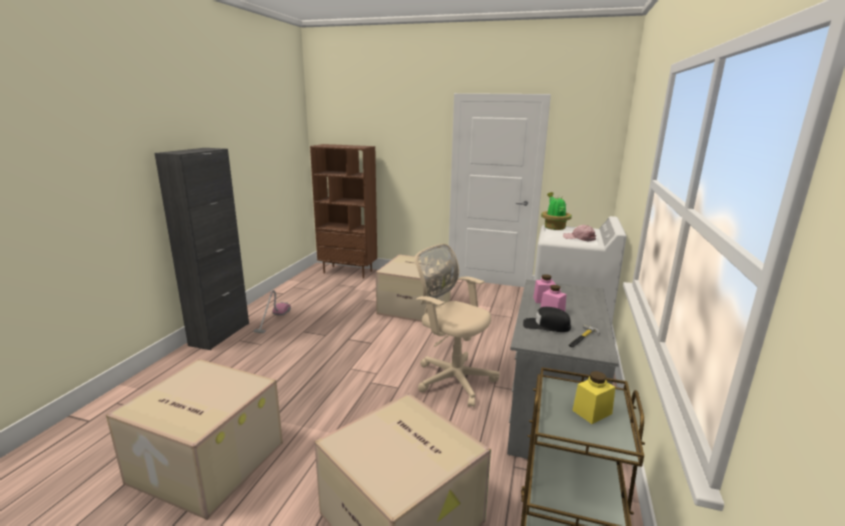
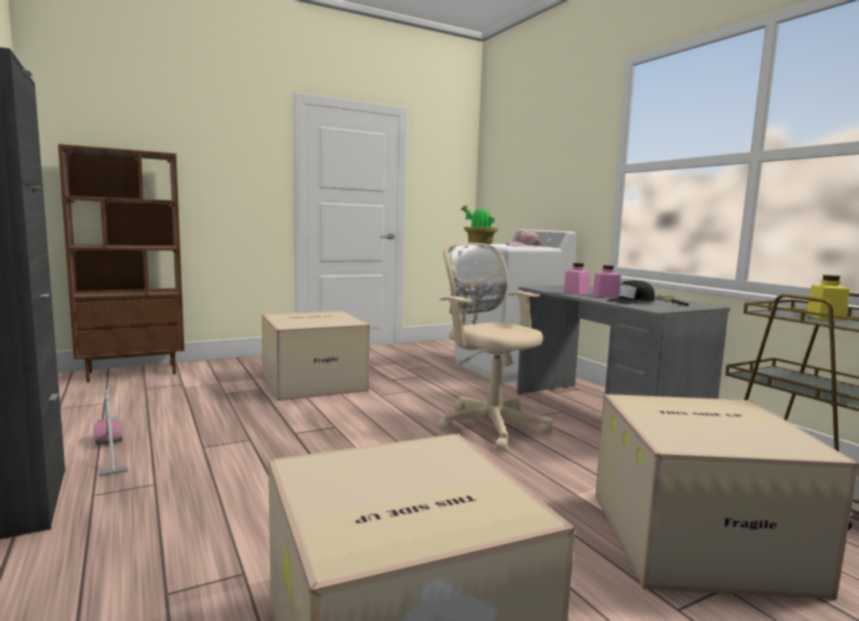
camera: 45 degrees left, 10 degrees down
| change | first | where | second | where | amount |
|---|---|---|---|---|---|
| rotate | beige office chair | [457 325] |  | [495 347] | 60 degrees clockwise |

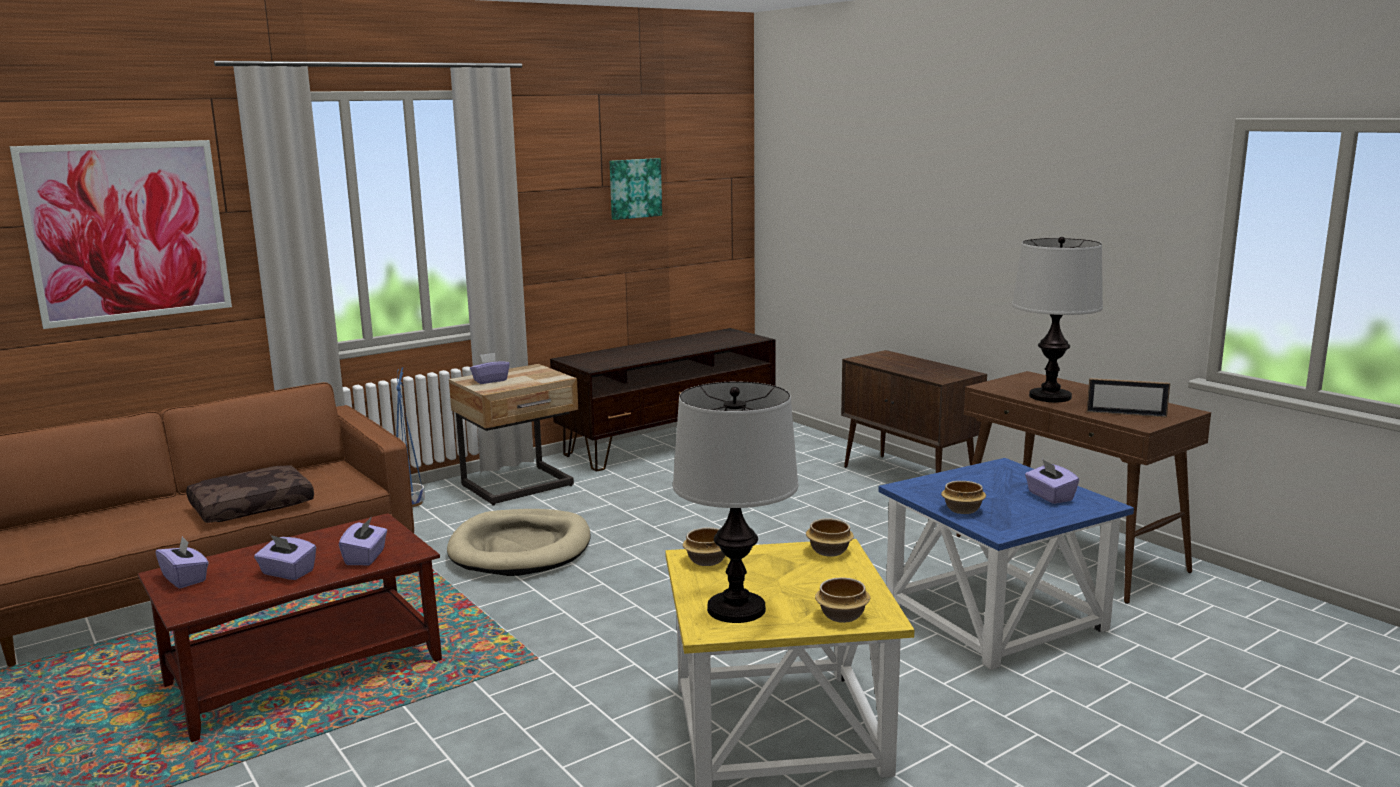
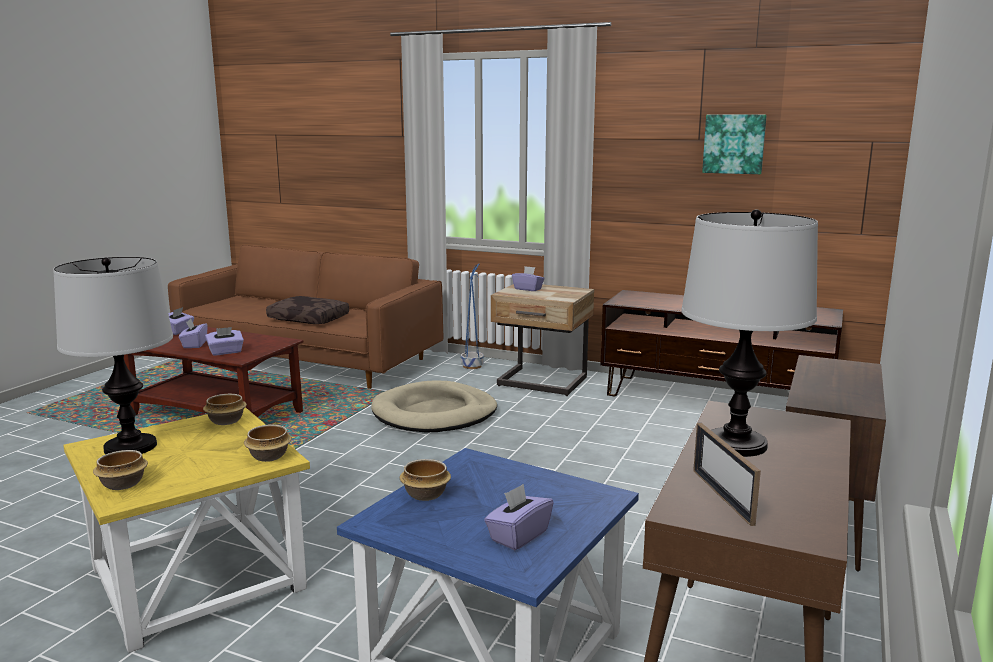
camera: 60 degrees right, 0 degrees up
| change | first | where | second | where | amount |
|---|---|---|---|---|---|
| delete | picture | [120 234] |  |  |  |

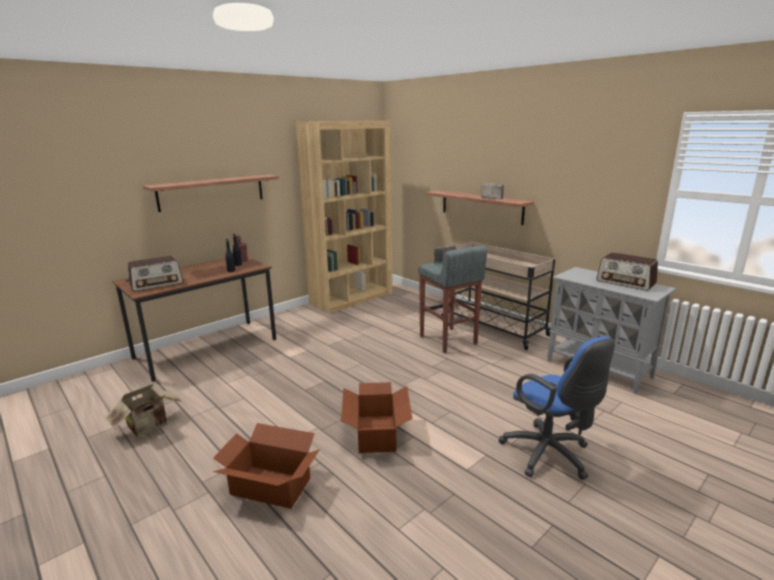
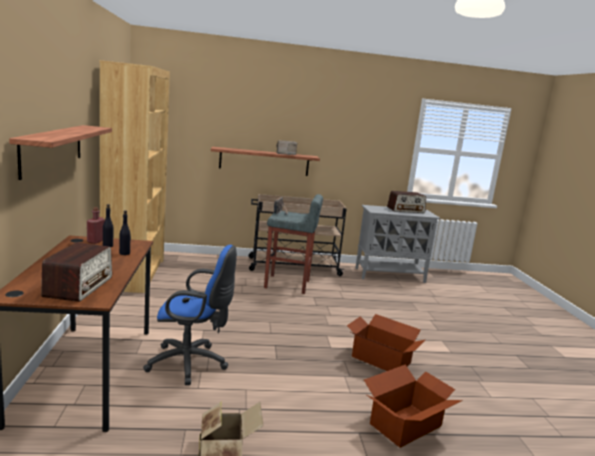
camera: 55 degrees left, 5 degrees down
| change | first | where | second | where | amount |
|---|---|---|---|---|---|
| move | blue office chair | [556 408] |  | [190 315] |  |

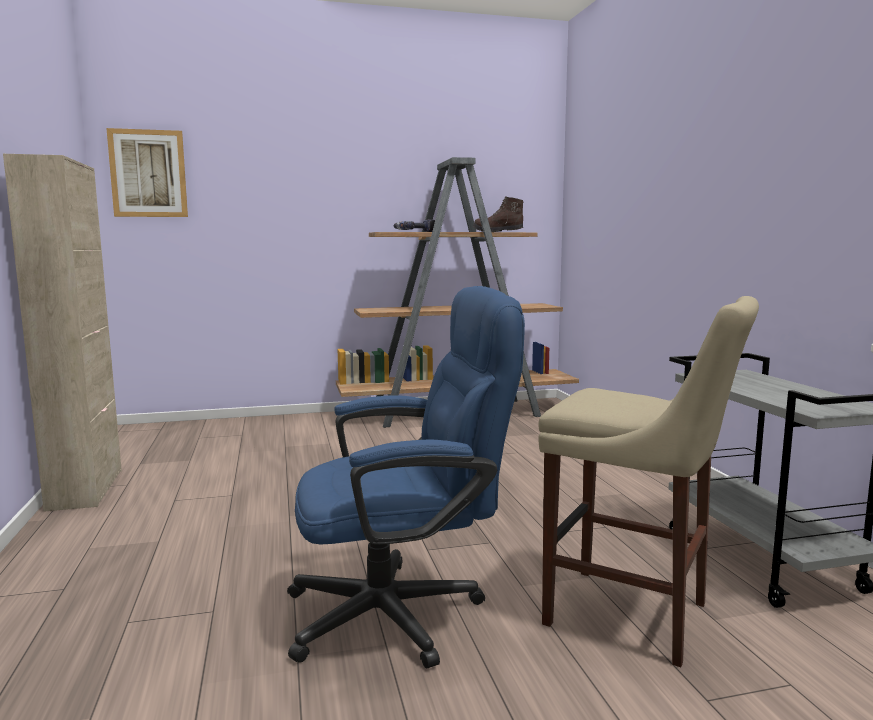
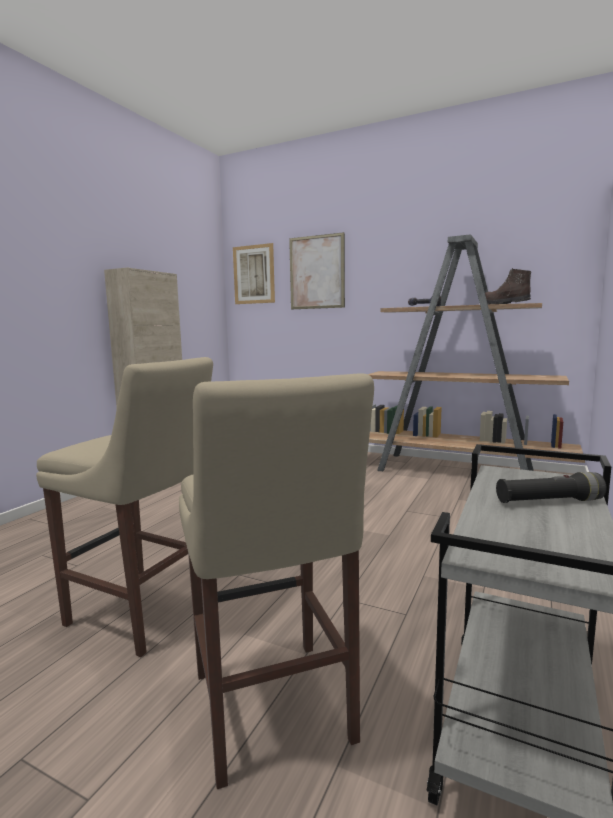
camera: 40 degrees right, 0 degrees up
| change | first | where | second | where | amount |
|---|---|---|---|---|---|
| replace | blue office chair | [406 477] | beige stool | [124 507] |  |
| insert |  |  | picture | [317 270] |  |
| insert |  |  | black flashlight | [551 487] |  |

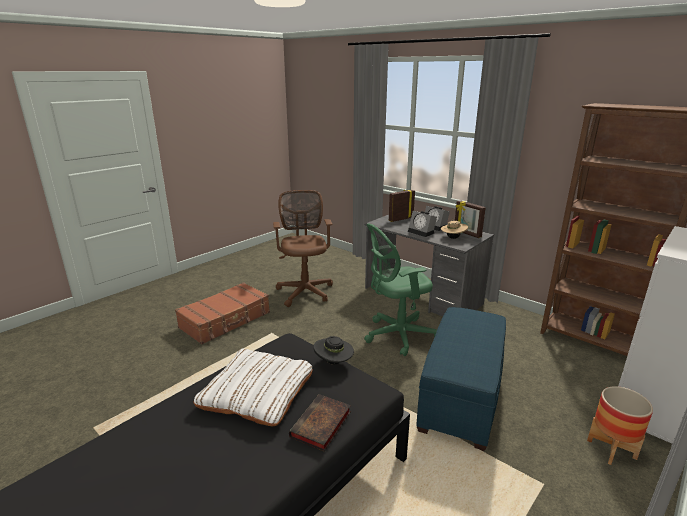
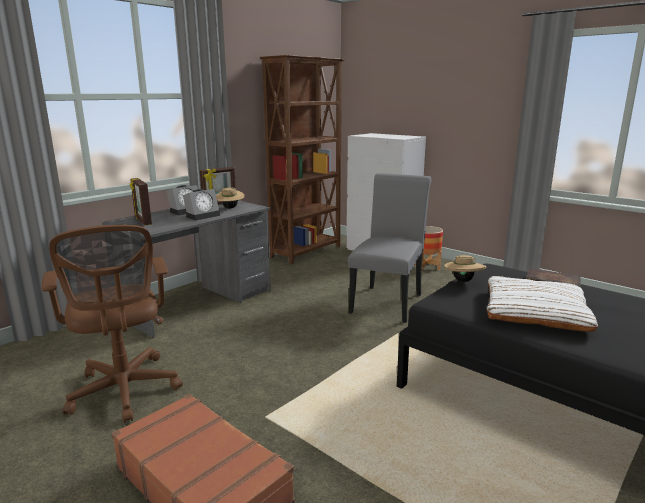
camera: 90 degrees left, 5 degrees down
| change | first | where | second | where | amount |
|---|---|---|---|---|---|
| rotate | brown office chair | [303 248] |  | [112 324] | 105 degrees counterclockwise |
| delete | green office chair | [400 289] |  |  |  |
| replace | blue ottoman | [461 379] | grey chair | [389 248] |  |
| recolor | black hat | [333 350] | beige hat | [465 268] |  |

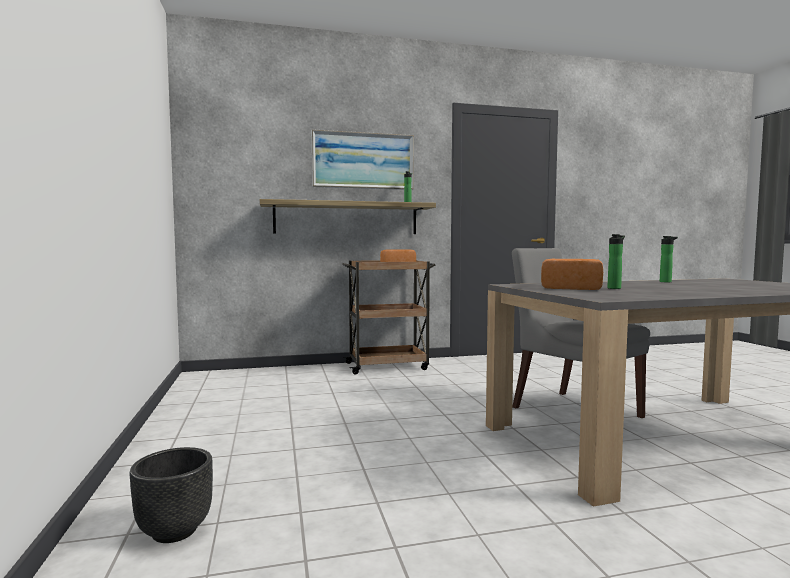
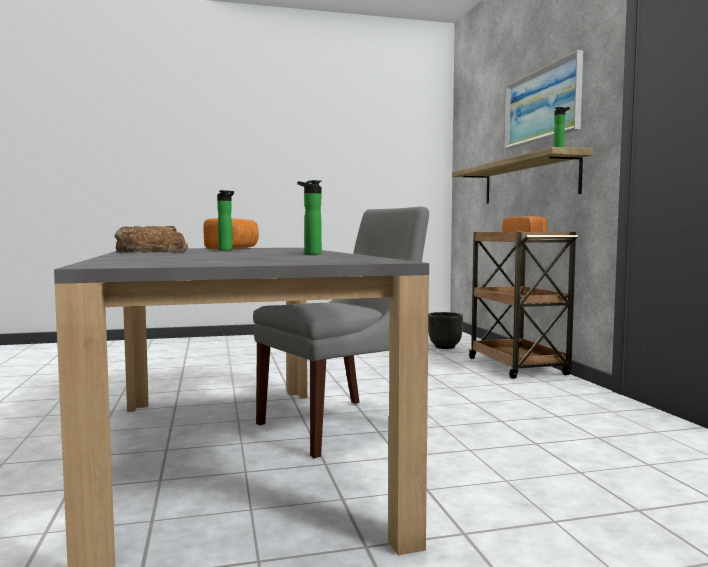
camera: 90 degrees right, 0 degrees up
| change | first | where | second | where | amount |
|---|---|---|---|---|---|
| move | black planter | [171 495] |  | [445 330] |  |
| insert |  |  | bread | [151 239] |  |

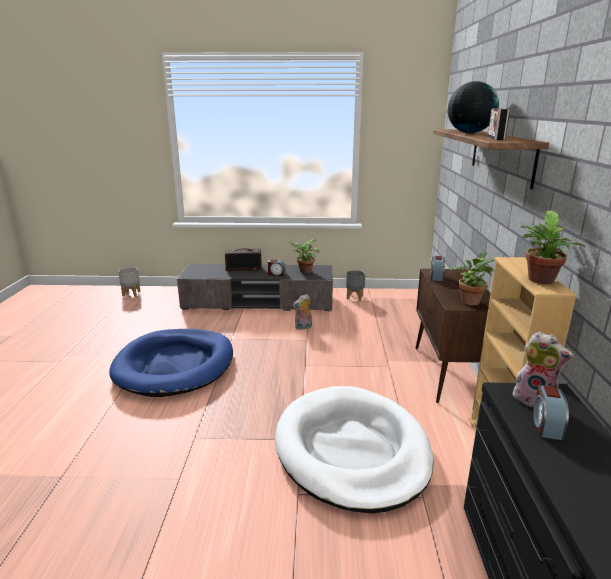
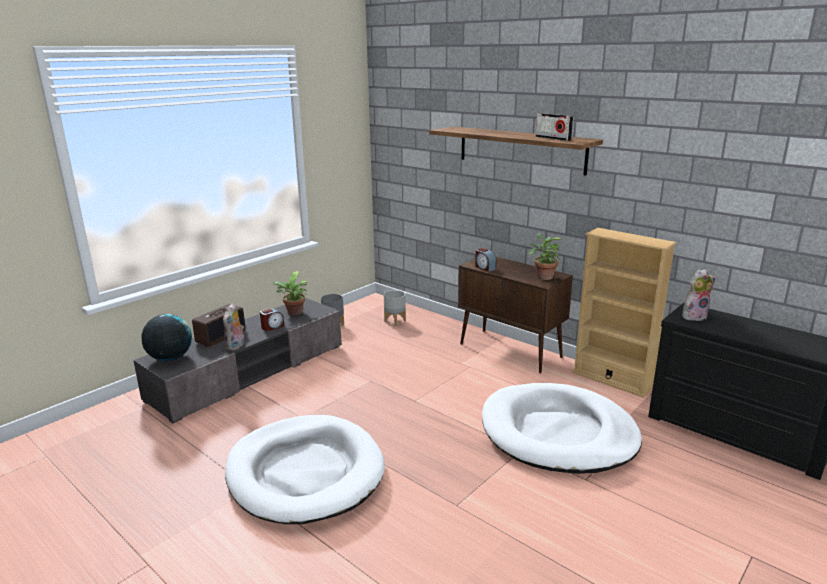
camera: 50 degrees left, 0 degrees up
| change | first | where | second | where | amount |
|---|---|---|---|---|---|
| move | globe | [473 107] |  | [166 337] |  |
| delete | potted plant | [552 247] |  |  |  |
| move | grey planter | [129 282] |  | [395 308] |  |
| move | plush toy | [302 312] |  | [233 327] |  |
| recolor | blue dog bed | [171 363] | white dog bed | [305 469] |  |
| delete | alarm clock | [550 412] |  |  |  |

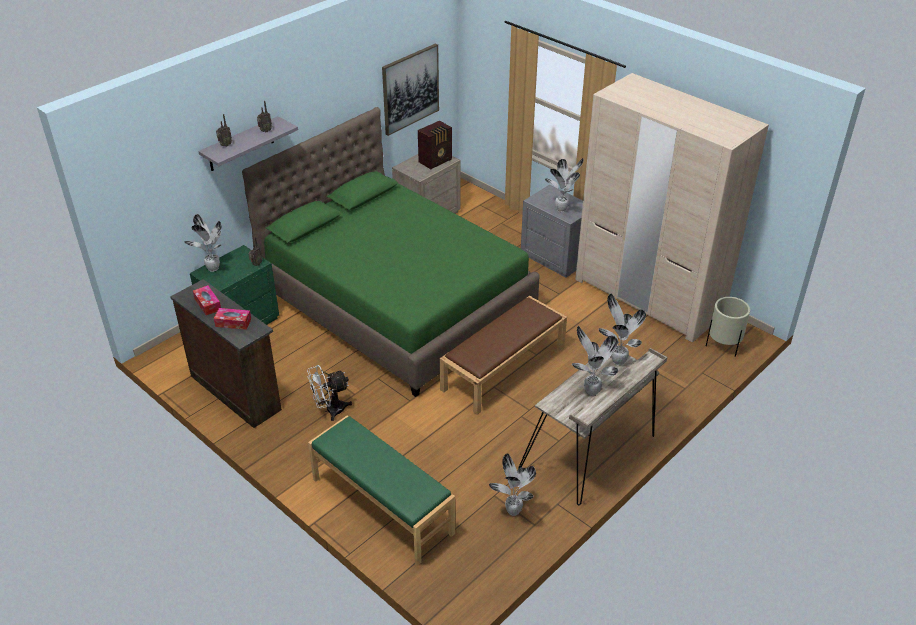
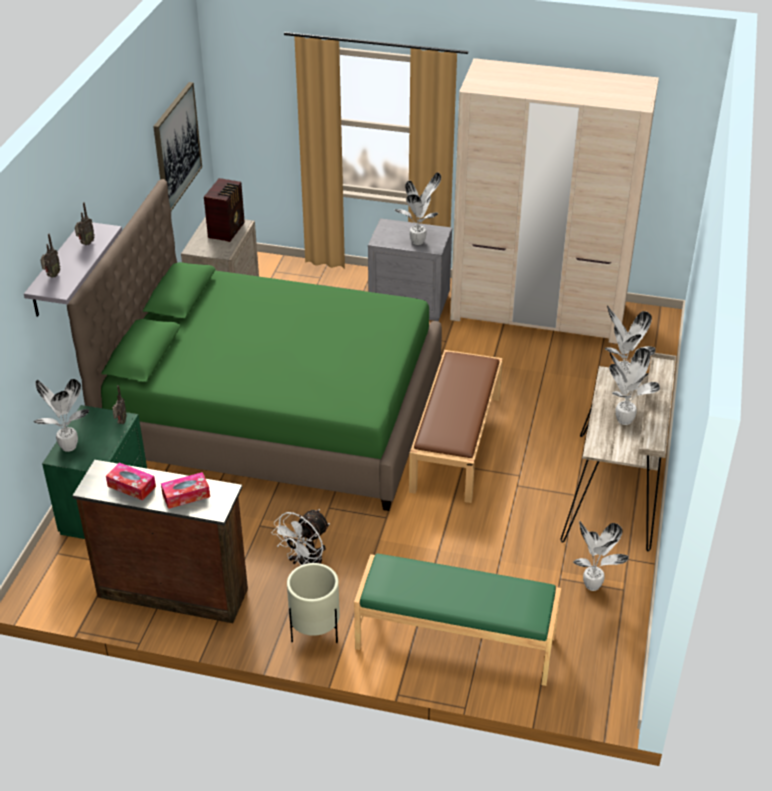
camera: 30 degrees left, 0 degrees up
| change | first | where | second | where | amount |
|---|---|---|---|---|---|
| move | beige planter | [728 327] |  | [313 603] |  |

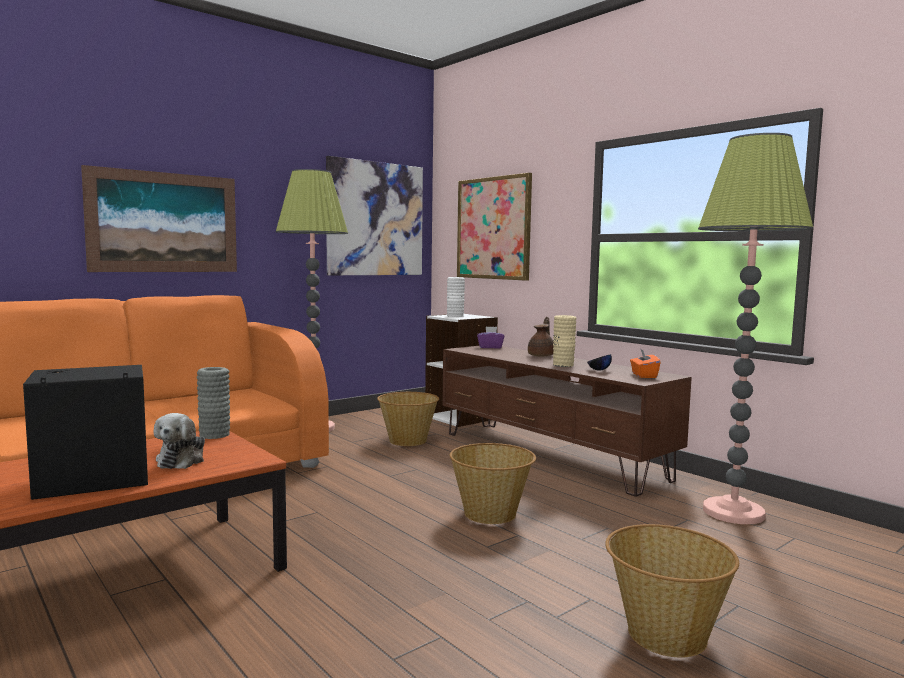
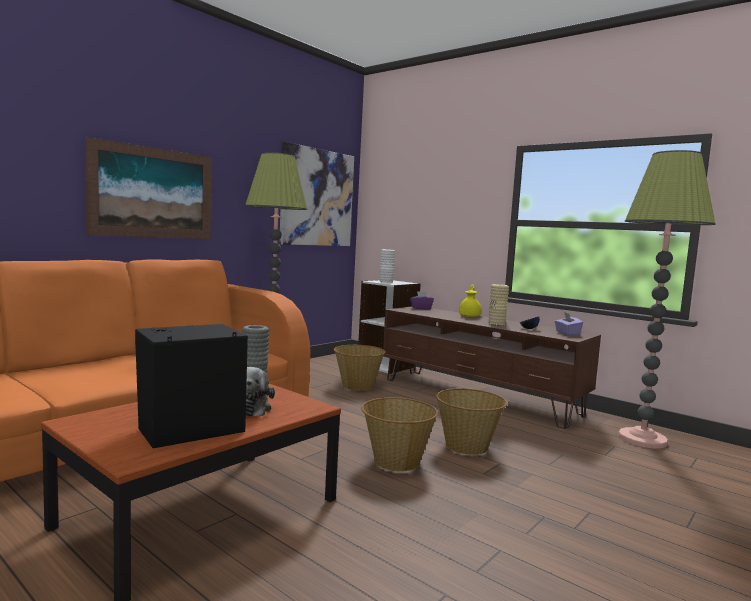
camera: 10 degrees left, 0 degrees up
| change | first | where | second | where | amount |
|---|---|---|---|---|---|
| delete | picture | [494 227] |  |  |  |
| recolor | brown teapot | [541 336] | yellow teapot | [470 301] |  |
| recolor | orange tissue box | [645 363] | purple tissue box | [569 324] |  |
| move | basket | [672 590] |  | [399 434] |  |

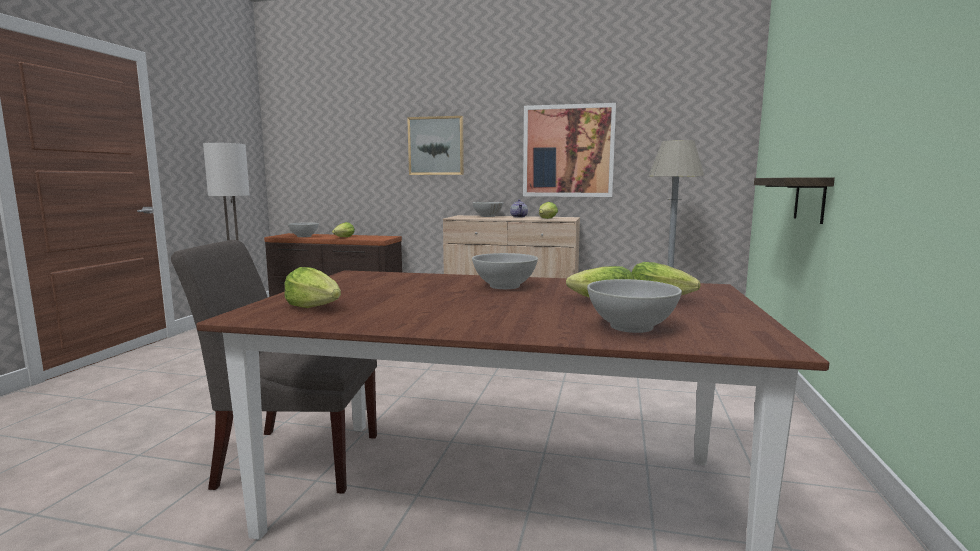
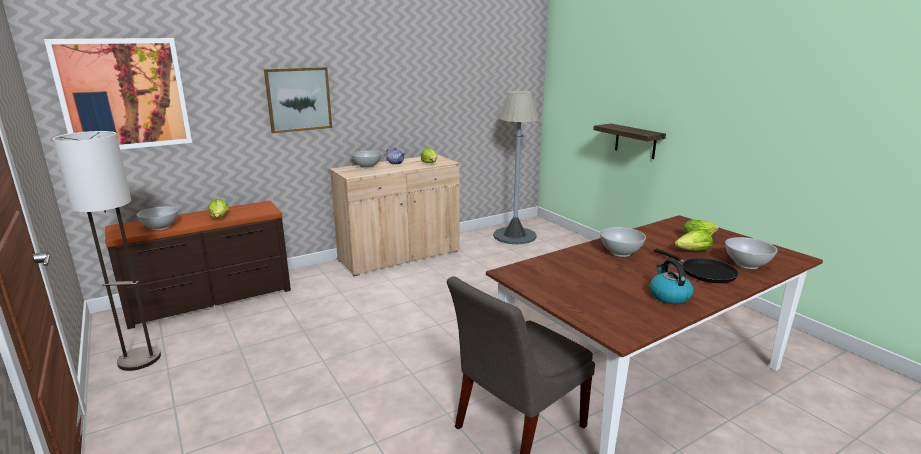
camera: 45 degrees left, 10 degrees up
| change | first | where | second | where | amount |
|---|---|---|---|---|---|
| move | picture | [569 150] |  | [118 94] |  |
| delete | lettuce | [312 287] |  |  |  |
| insert |  |  | black frying pan | [696 266] |  |
| insert |  |  | kettle | [671 281] |  |

